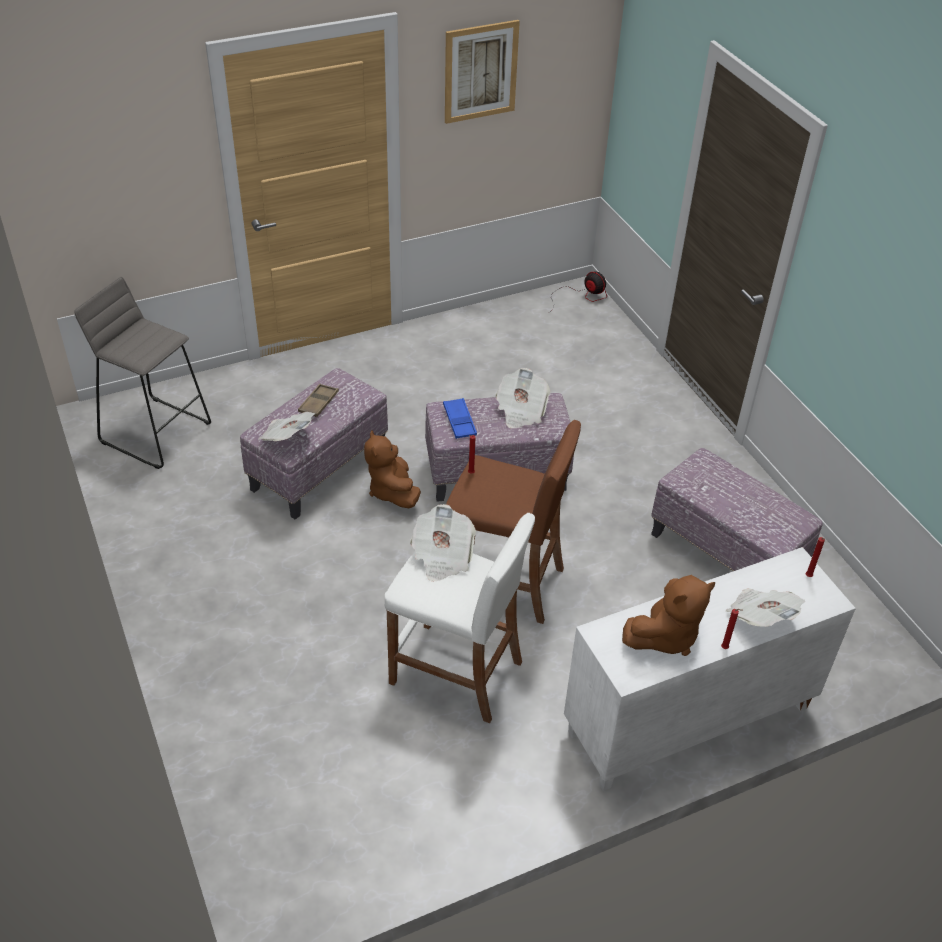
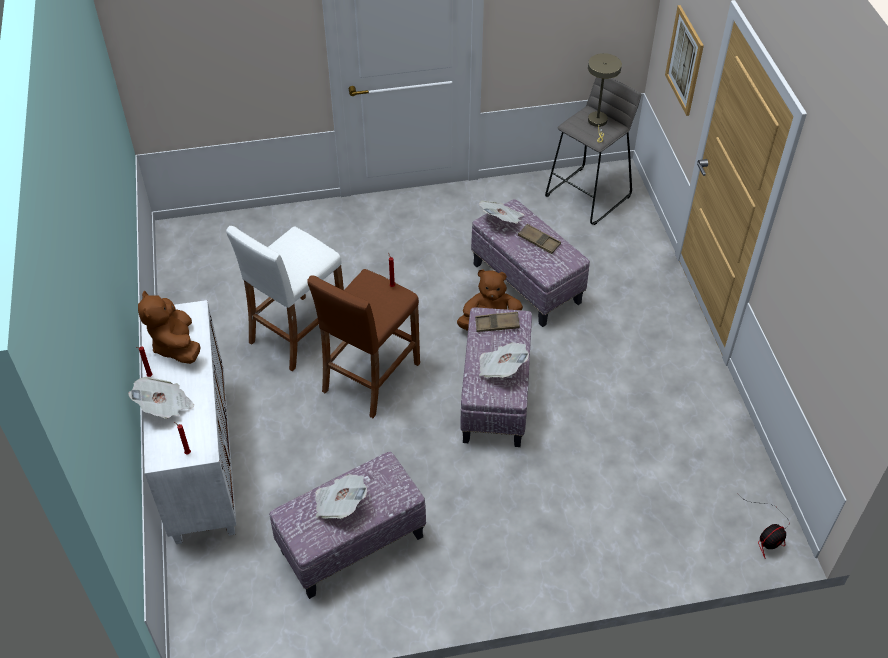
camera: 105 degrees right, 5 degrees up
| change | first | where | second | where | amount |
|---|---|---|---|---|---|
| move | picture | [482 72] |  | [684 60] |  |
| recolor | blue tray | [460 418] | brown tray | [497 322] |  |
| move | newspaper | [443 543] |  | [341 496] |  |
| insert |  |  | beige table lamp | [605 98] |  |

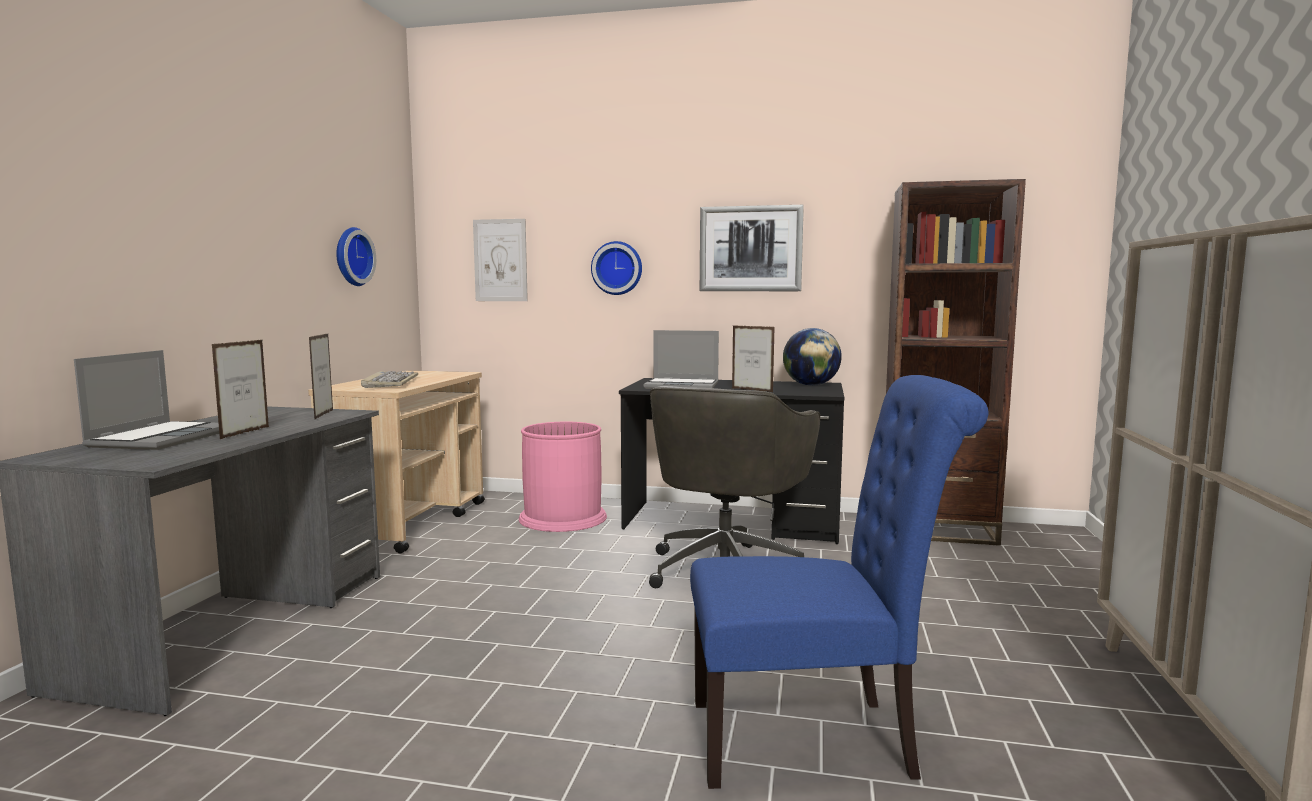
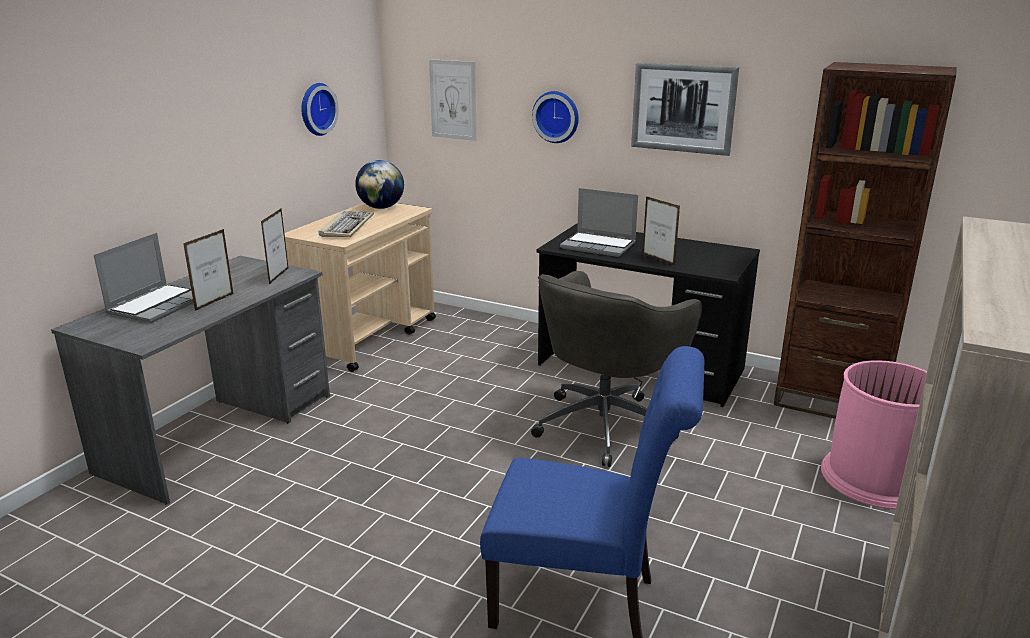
camera: 15 degrees right, 15 degrees up
| change | first | where | second | where | amount |
|---|---|---|---|---|---|
| move | globe | [812 357] |  | [379 184] |  |
| move | pink trash can | [563 477] |  | [874 434] |  |

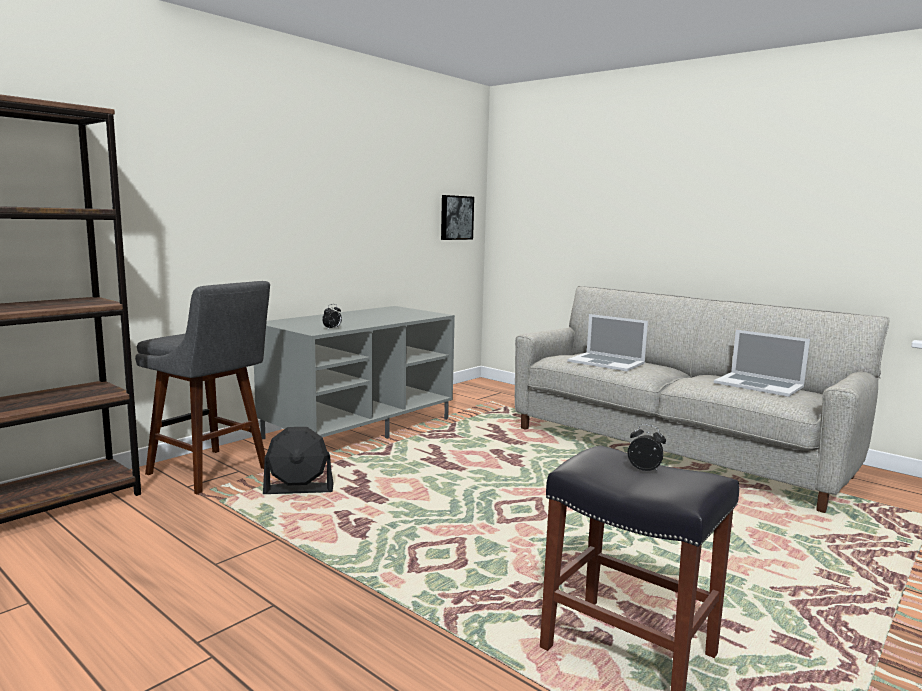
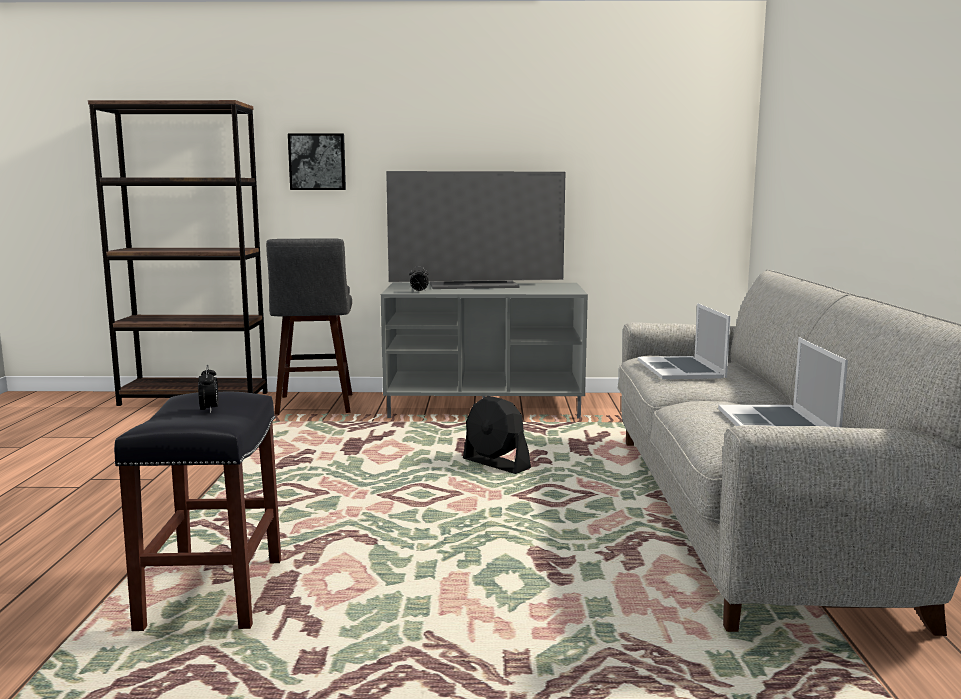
camera: 50 degrees right, 0 degrees up
| change | first | where | second | where | amount |
|---|---|---|---|---|---|
| move | picture | [457 217] |  | [317 161] |  |
| move | black fan | [298 460] |  | [497 435] |  |
| insert |  |  | television | [475 230] |  |

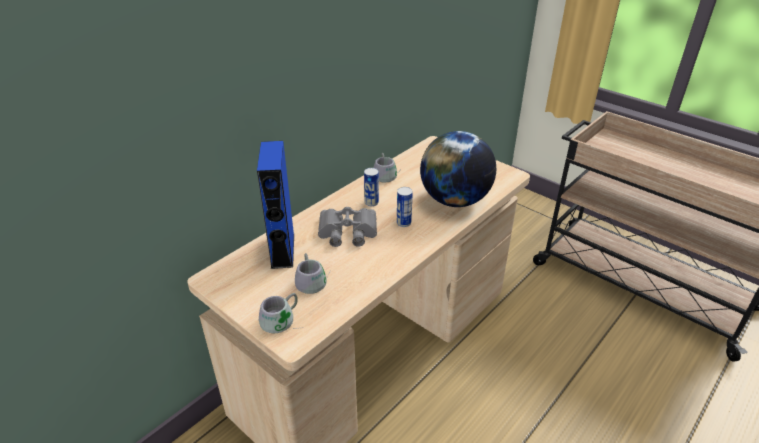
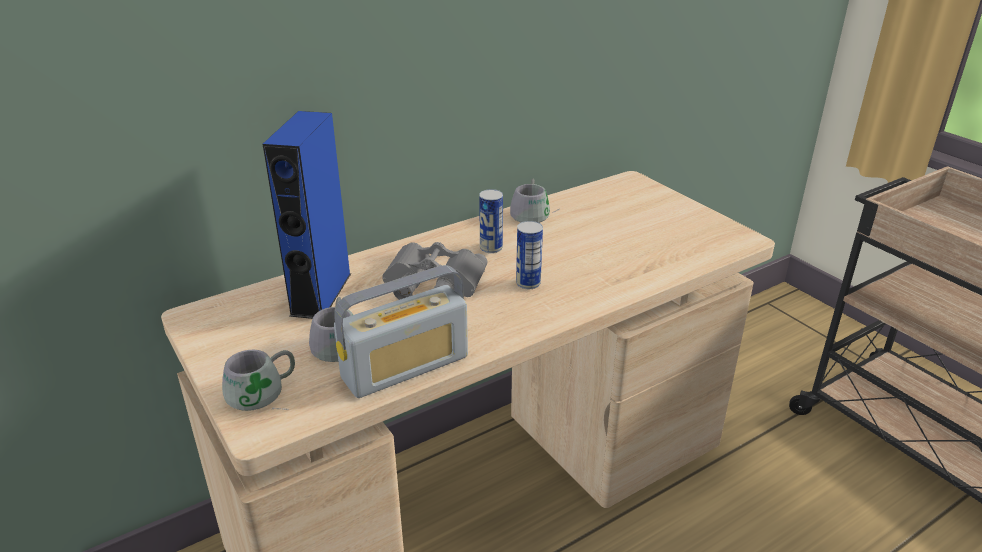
camera: 15 degrees right, 5 degrees down
| change | first | where | second | where | amount |
|---|---|---|---|---|---|
| delete | globe | [458 169] |  |  |  |
| insert |  |  | radio | [401 331] |  |

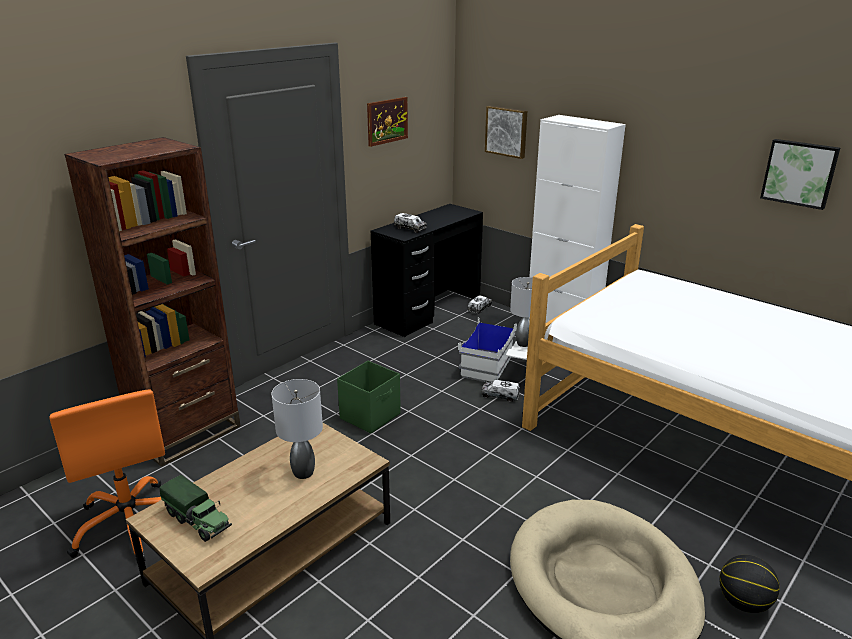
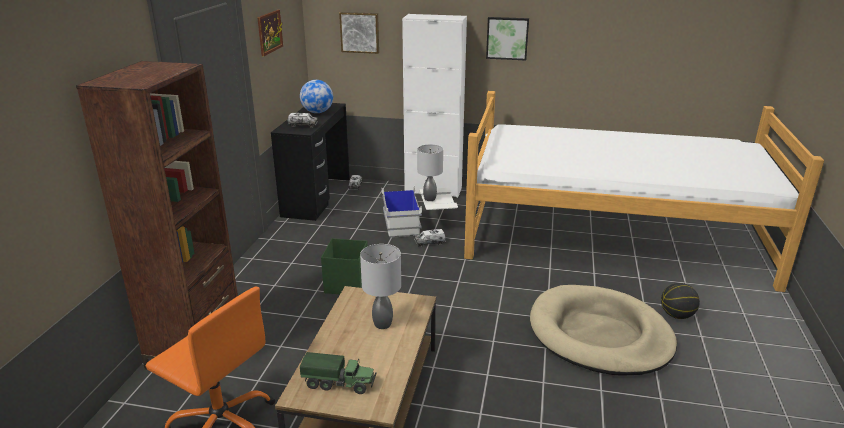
camera: 30 degrees left, 0 degrees up
| change | first | where | second | where | amount |
|---|---|---|---|---|---|
| move | picture | [800 174] |  | [507 38] |  |
| insert |  |  | globe | [316 96] |  |

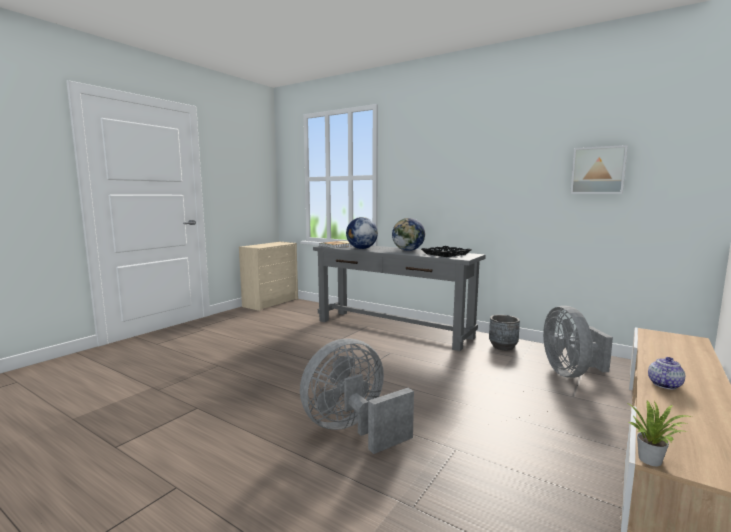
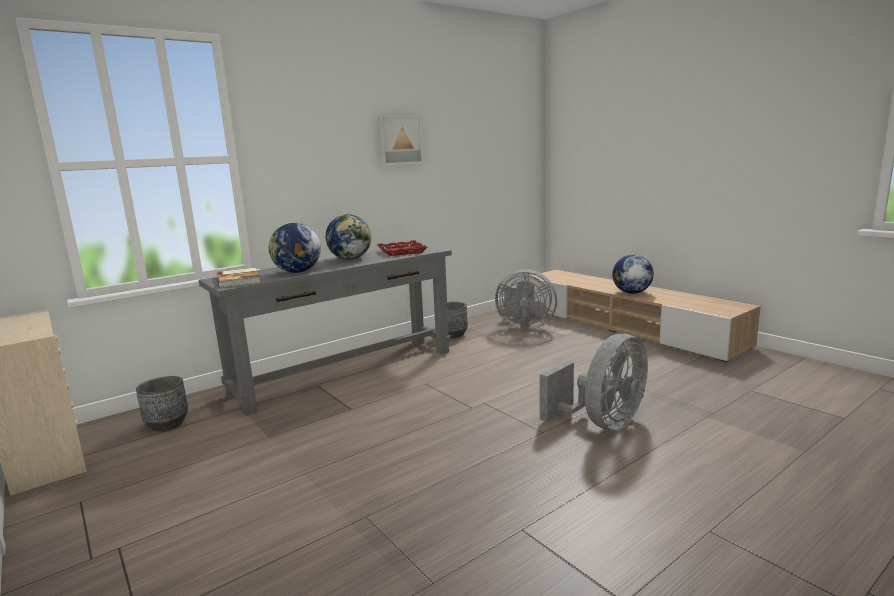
camera: 70 degrees left, 5 degrees up
| change | first | where | second | where | amount |
|---|---|---|---|---|---|
| move | picture | [599 169] |  | [400 140] |  |
| recolor | black tray | [446 251] | red tray | [402 248] |  |
| rotate | grey fan | [357 396] |  | [593 382] | 120 degrees counterclockwise |
| replace | teapot | [666 373] | globe | [633 274] |  |
| delete | potted plant | [660 433] |  |  |  |
| insert |  |  | grey planter | [162 403] |  |

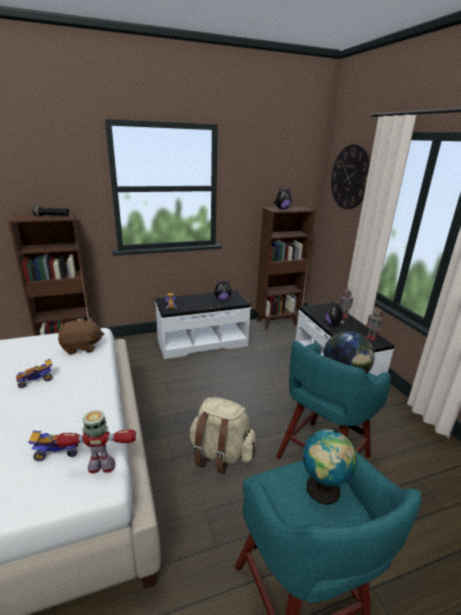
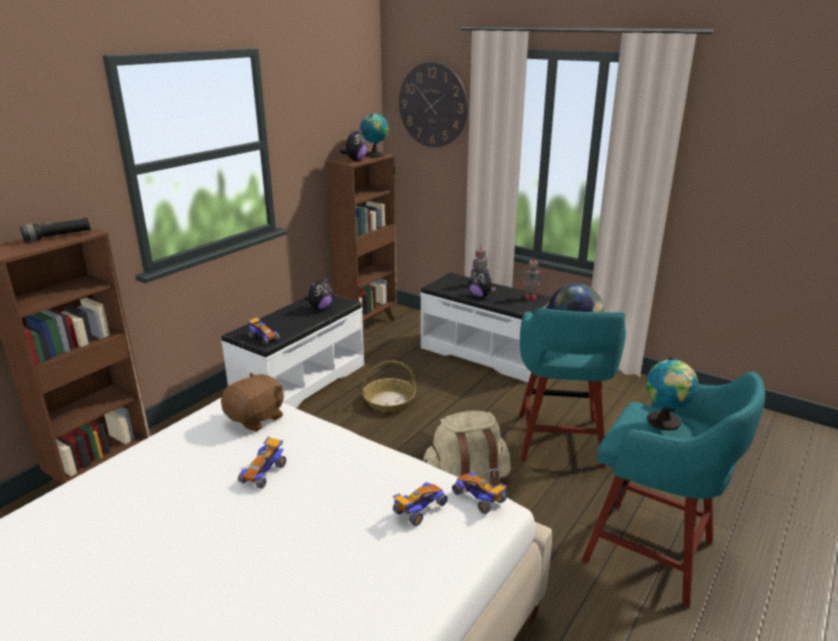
camera: 35 degrees left, 0 degrees up
| change | first | where | second | where | amount |
|---|---|---|---|---|---|
| replace | toy robot | [96 441] | toy car | [479 493] |  |
| insert |  |  | globe | [374 135] |  |
| insert |  |  | basket | [389 386] |  |

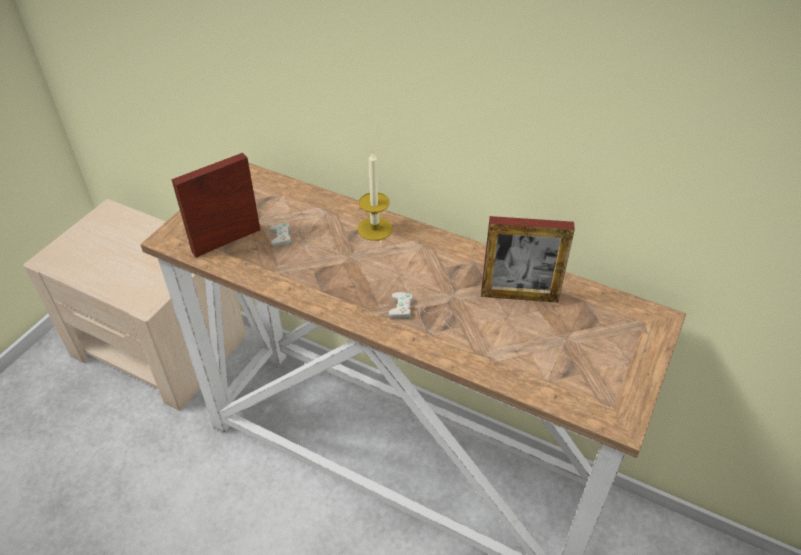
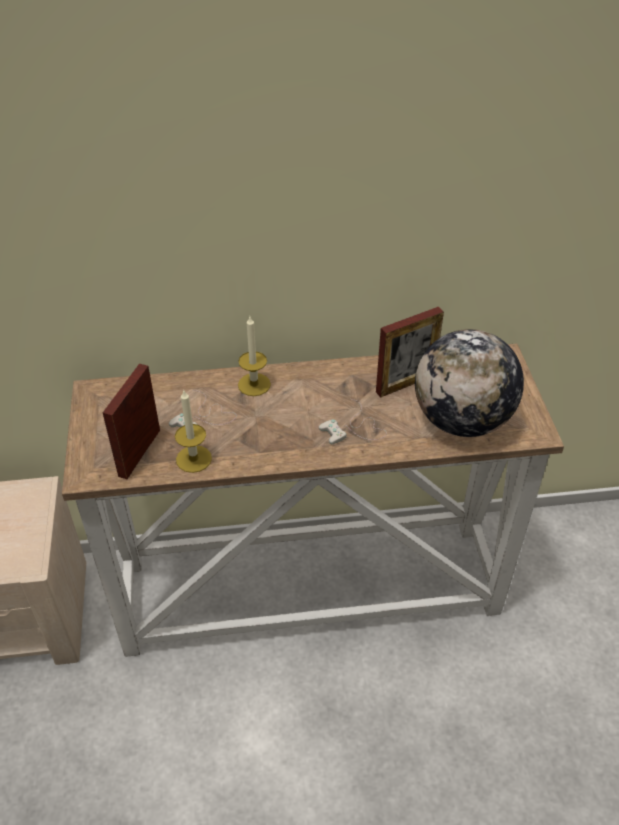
camera: 35 degrees left, 0 degrees up
| change | first | where | second | where | amount |
|---|---|---|---|---|---|
| insert |  |  | globe | [469 383] |  |
| insert |  |  | candle | [193 432] |  |

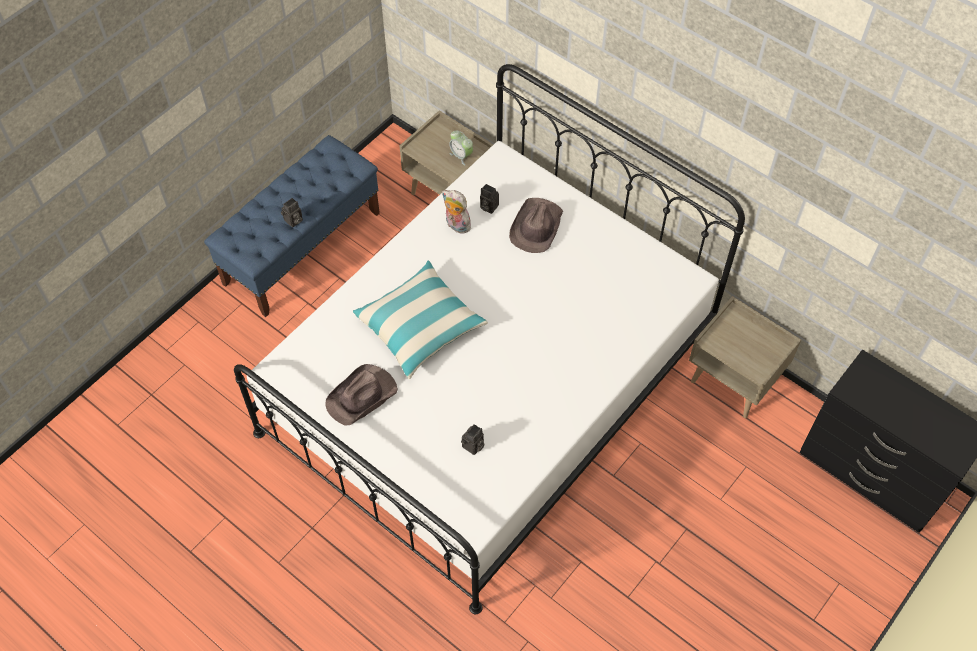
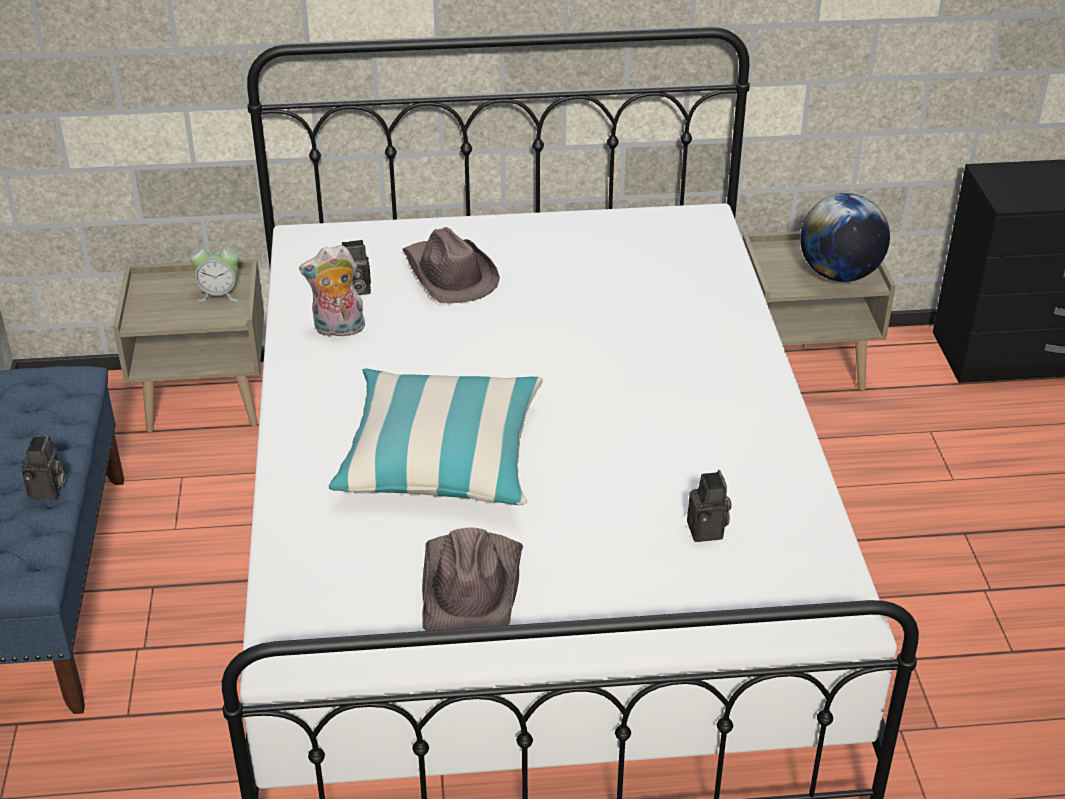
camera: 45 degrees left, 20 degrees down
| change | first | where | second | where | amount |
|---|---|---|---|---|---|
| insert |  |  | globe | [845 237] |  |

